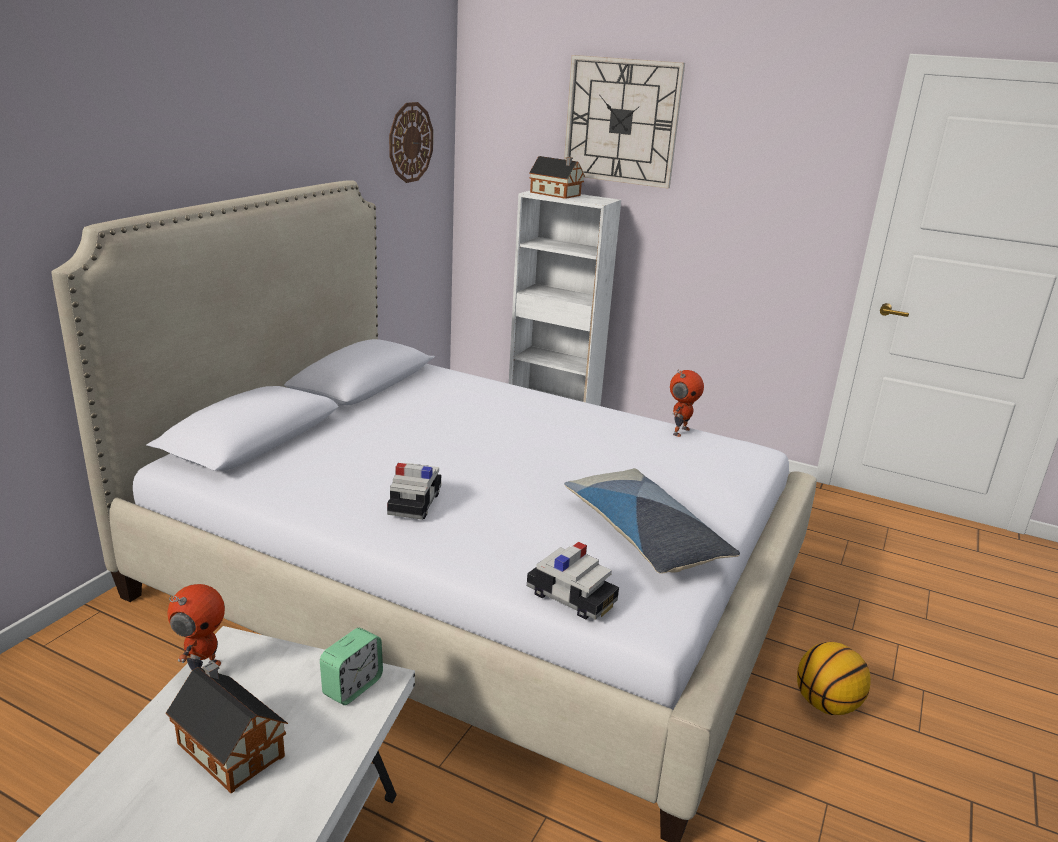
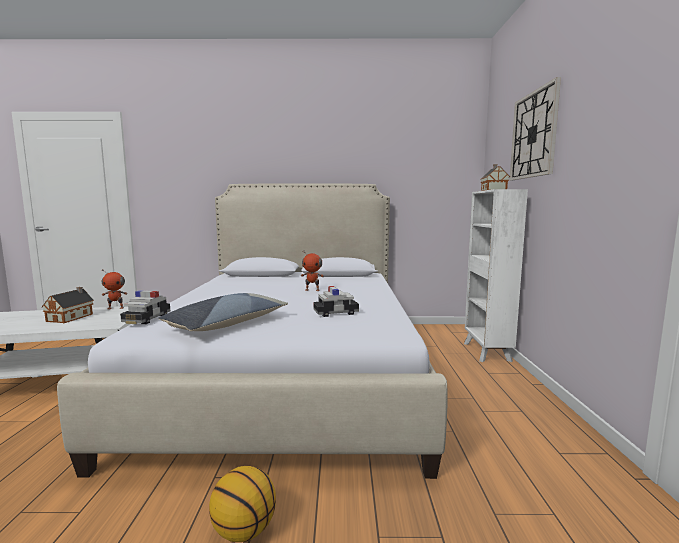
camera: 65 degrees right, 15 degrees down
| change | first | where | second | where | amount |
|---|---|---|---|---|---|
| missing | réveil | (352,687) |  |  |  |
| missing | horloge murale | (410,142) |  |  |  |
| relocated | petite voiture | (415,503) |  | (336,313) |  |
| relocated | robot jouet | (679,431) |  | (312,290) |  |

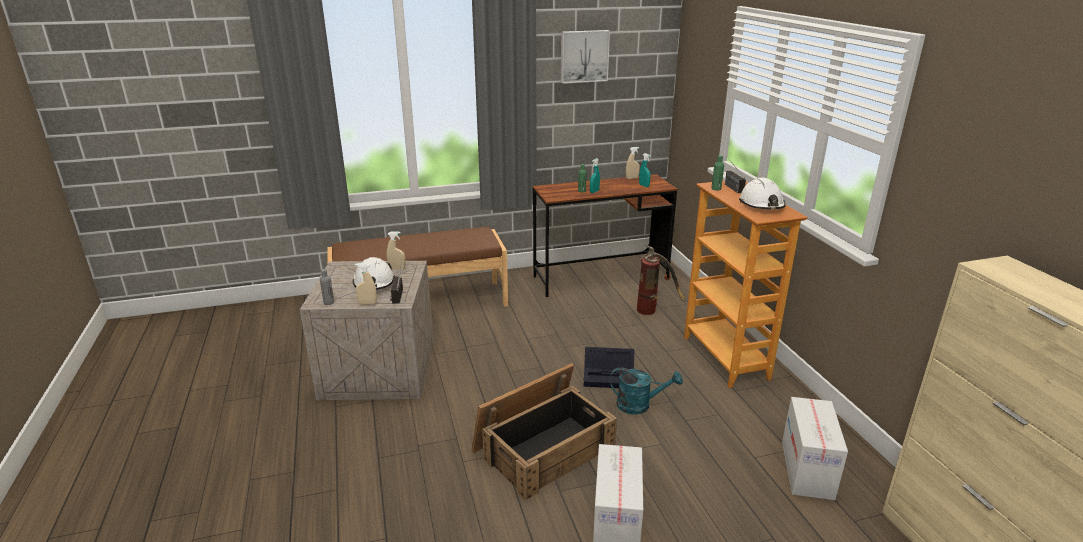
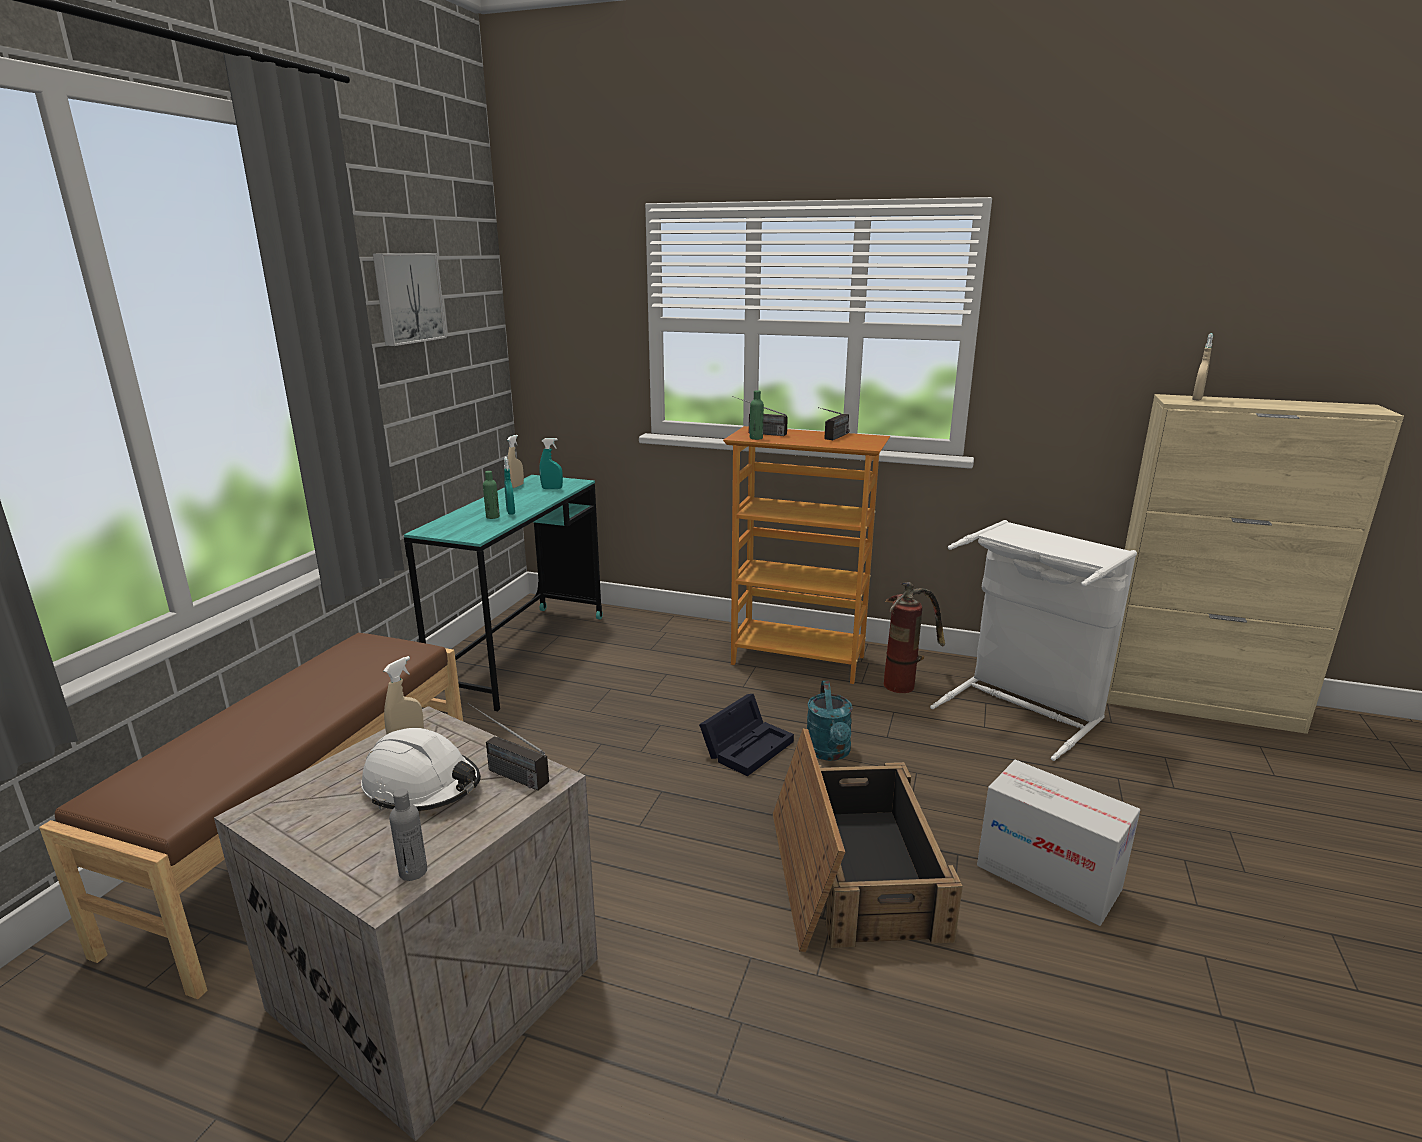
camera: 55 degrees left, 5 degrees down
| change | first | where | second | where | amount |
|---|---|---|---|---|---|
| relocated | vaporisateur (beige) | (367,304) |  | (1197,399) |  |
| relocated | extincteur | (654,310) |  | (905,681) |  |
| exchanged | casque de chantier (blanc) | (761,205) | radio | (833,438) |  |
| exchanged | carton | (807,470) | panier à linge (blanc) | (1023,708) |  |
| colour | bureau (marron) | (600,278) | bureau (turquoise) | (523,654) |  |
| spun | arrosoir (turquoise) | (639,405) |  | (829,753) | 135 degrees clockwise |

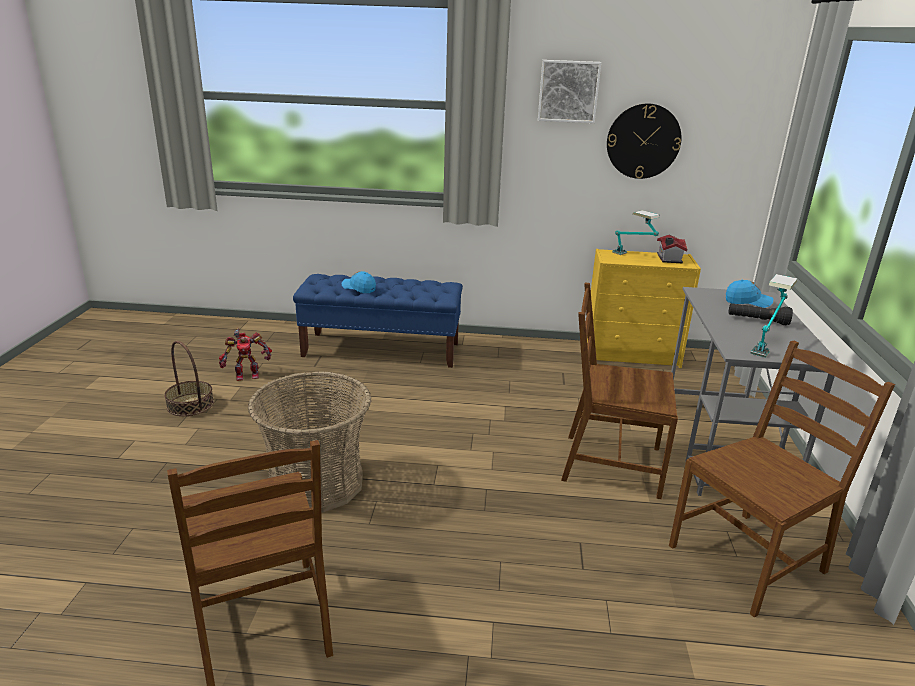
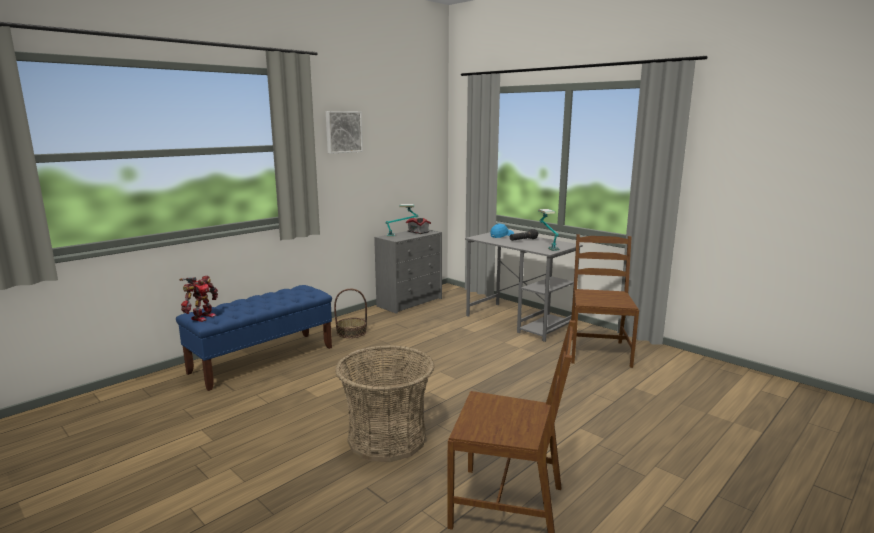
camera: 50 degrees left, 10 degrees down
| change | first | where | second | where | amount |
|---|---|---|---|---|---|
| missing | casquette (bleu) | (359,288) |  |  |  |
| missing | chaise (marron) | (610,464) |  |  |  |
| missing | horloge murale | (643,141) |  |  |  |
| relocated | panier | (190,404) |  | (351,332) |  |
| relocated | robot jouet | (247,374) |  | (202,317) |  |
| colour | commode (jaune) | (632,355) | commode (gris) | (410,302) |  |

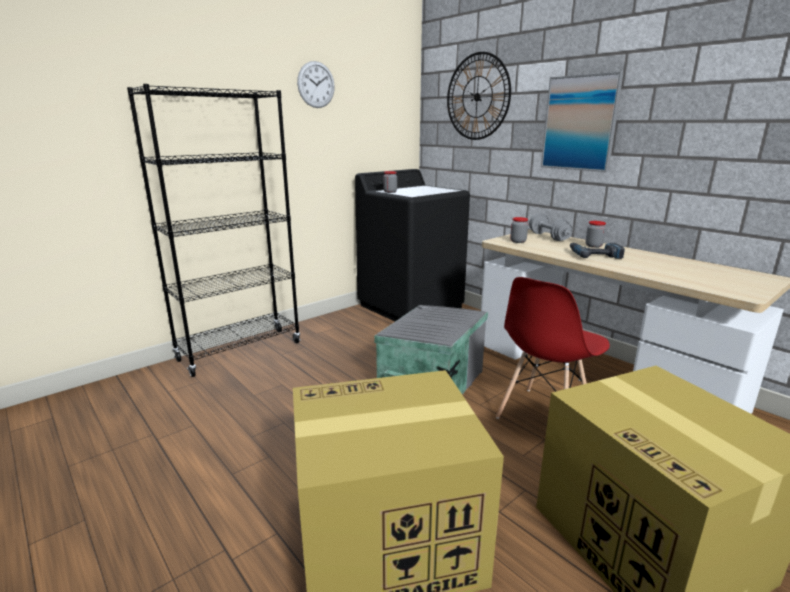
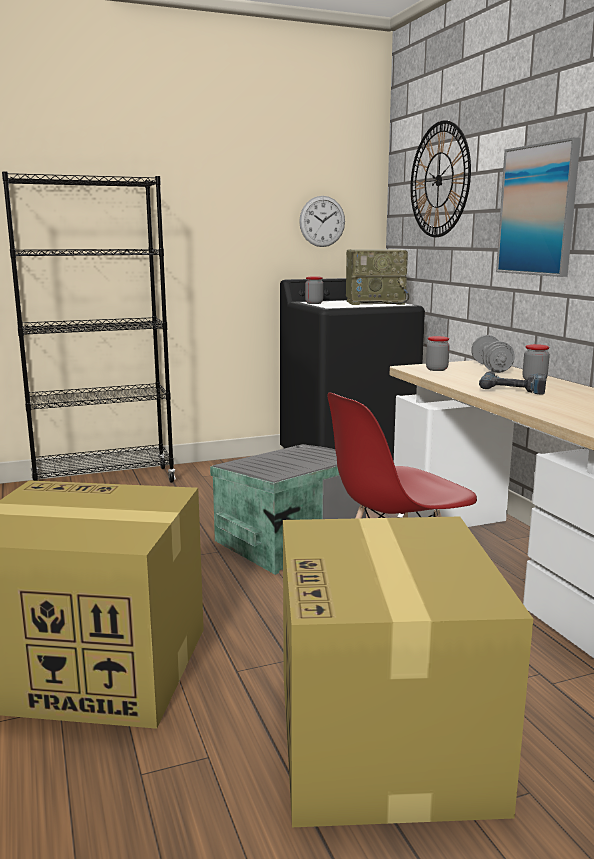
camera: 20 degrees right, 5 degrees down
| change | first | where | second | where | amount |
|---|---|---|---|---|---|
| appeared |  |  | radio | (376,302) |  |
| relocated | horloge murale | (316,85) |  | (322,221) |  |

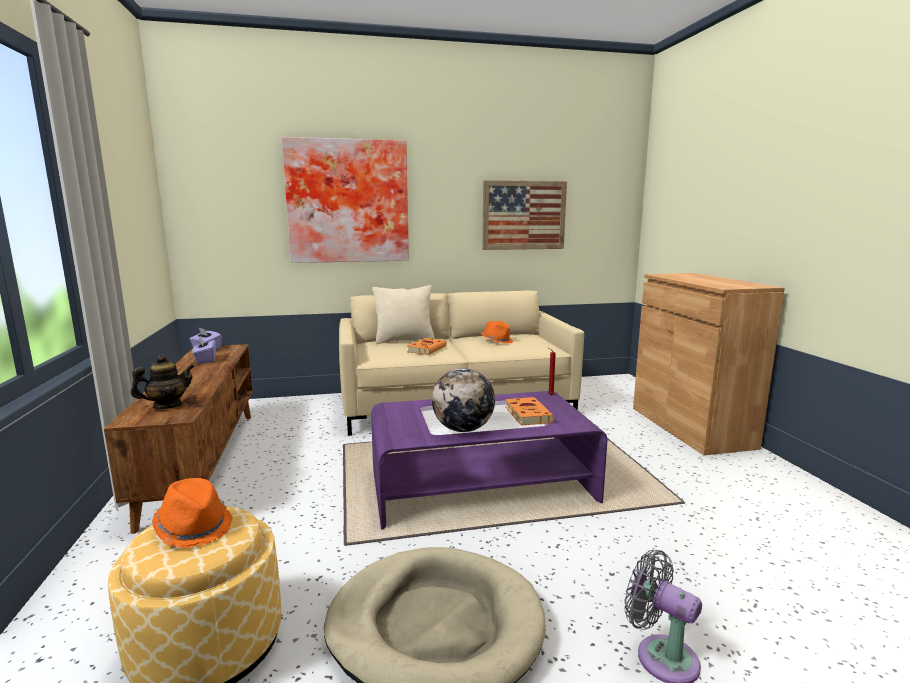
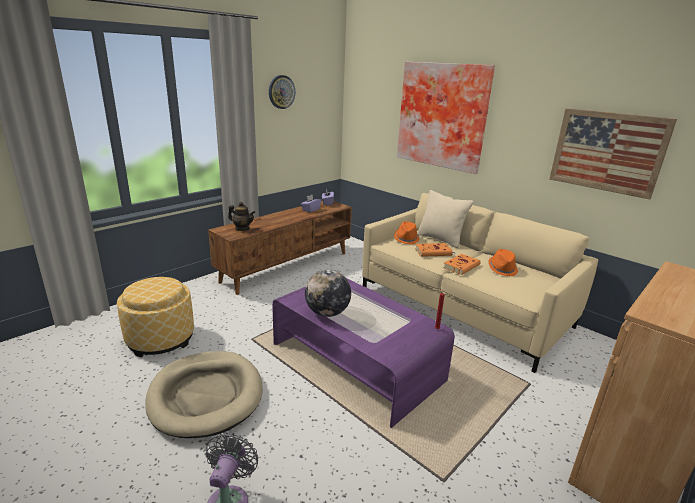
camera: 55 degrees right, 10 degrees up
| change | first | where | second | where | amount |
|---|---|---|---|---|---|
| appeared |  |  | horloge murale | (281,92) |  |
| relocated | chapeau (orange) | (194,527) |  | (406,239) |  |
| relocated | livre (orange) | (527,414) |  | (461,266) |  |

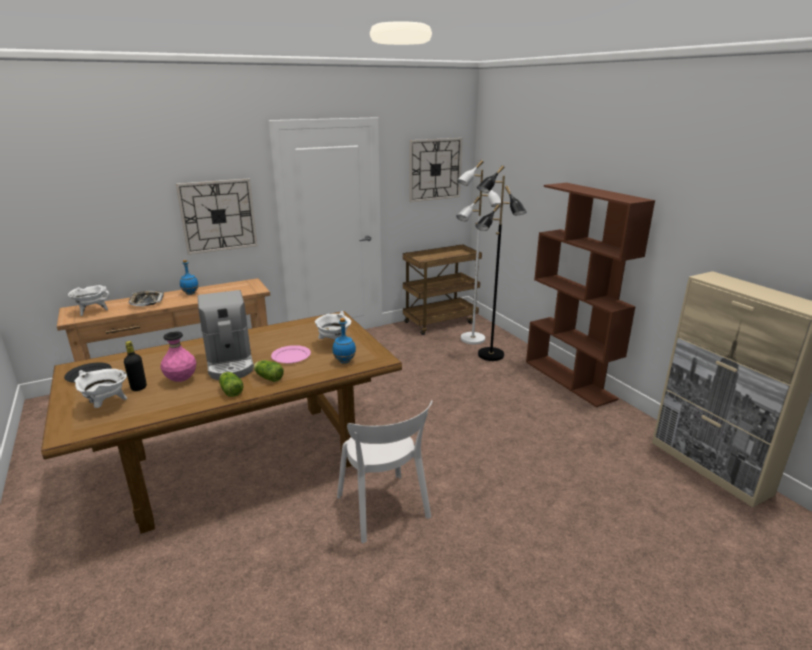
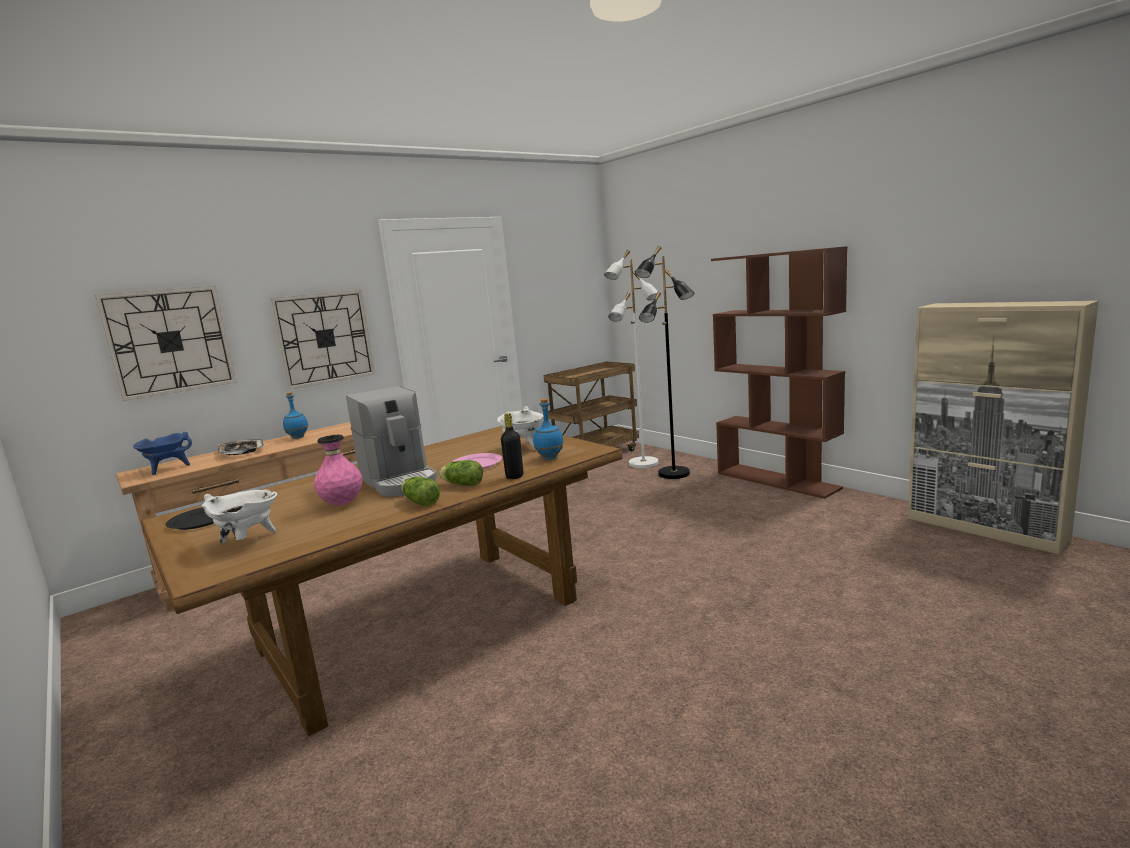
camera: 10 degrees left, 10 degrees down
| change | first | where | second | where | amount |
|---|---|---|---|---|---|
| missing | chaise (blanc) | (384,509) |  |  |  |
| relocated | bouteille (noir) | (139,388) |  | (514,476) |  |
| relocated | horloge murale | (435,169) |  | (169,341) |  |
| colour | marmite (blanc) | (92,311) | marmite (bleu) | (167,469) |  |

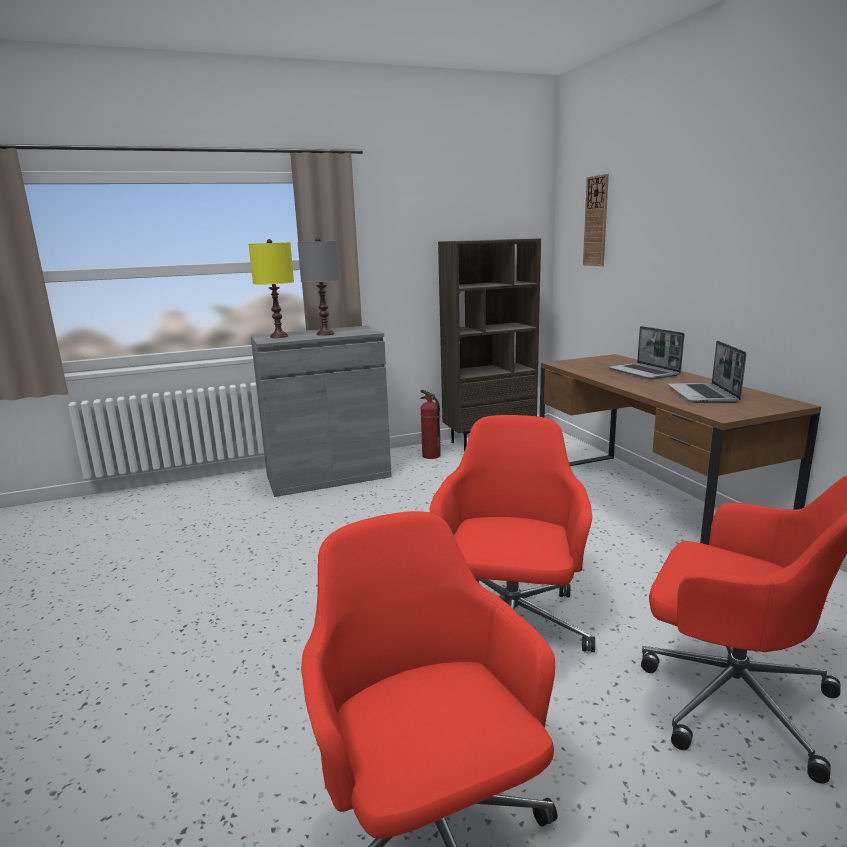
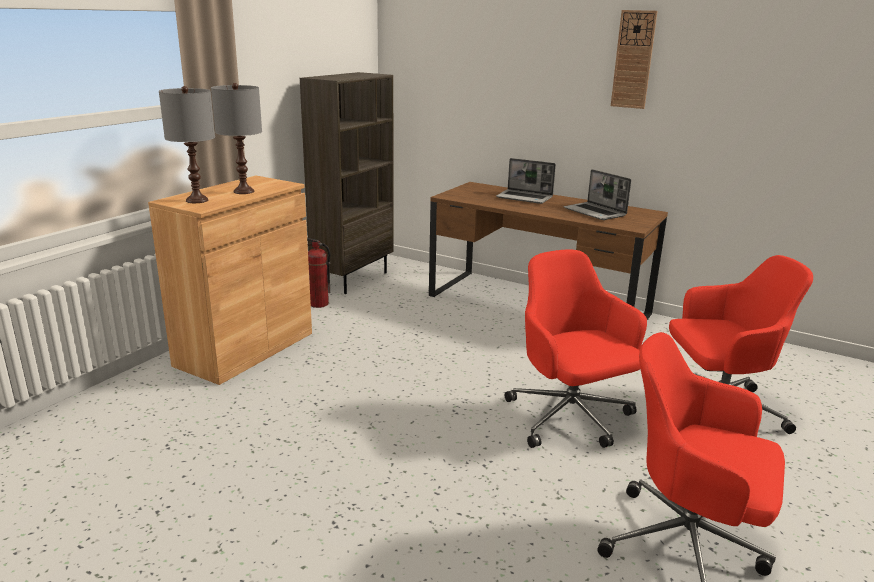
camera: 40 degrees left, 5 degrees up
| change | first | where | second | where | amount |
|---|---|---|---|---|---|
| relocated | horloge murale | (596,221) |  | (633,60) |  |
| colour | lampe de table (jaune) | (279,336) | lampe de table (gris) | (197,200) |  |
| colour | meuble de rangement (gris) | (328,476) | meuble de rangement (marron) | (245,349) |  |

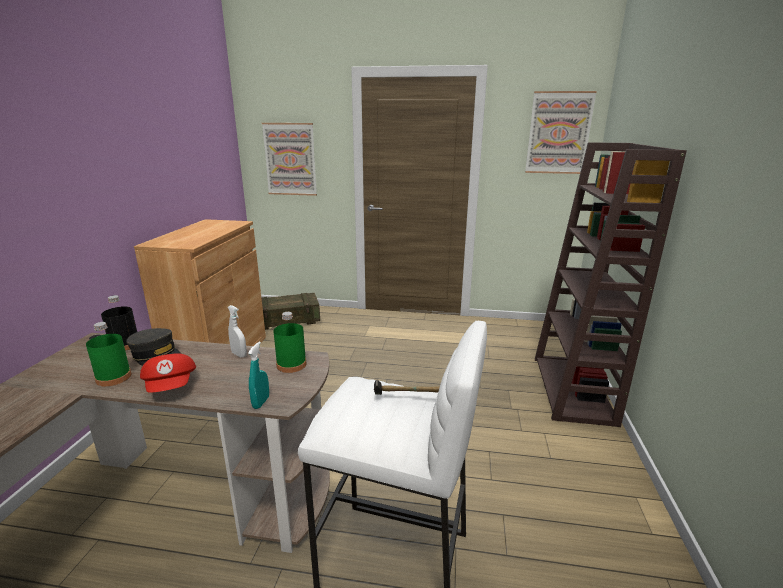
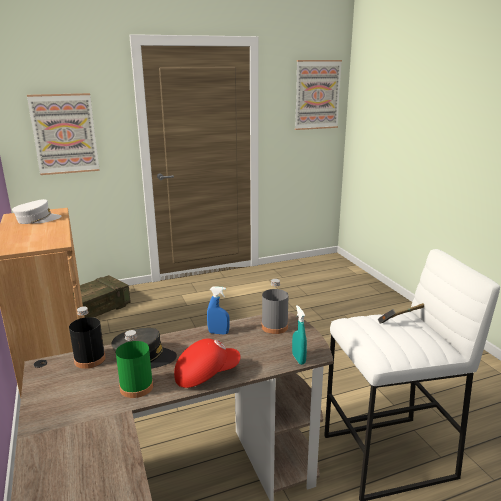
camera: 30 degrees left, 0 degrees up
| change | first | where | second | where | amount |
|---|---|---|---|---|---|
| missing | bibliothèque (marron) | (573,389) |  |  |  |
| appeared |  |  | casquette (blanc) | (37,219) |  |
| colour | vaporisateur (blanc) | (239,354) | vaporisateur (bleu) | (218,333) |  |
| colour | bouteille (vert) | (291,365) | bouteille (gris) | (274,327) |  |
| spun | casquette (rouge) | (172,386) |  | (206,374) | 60 degrees counterclockwise |

